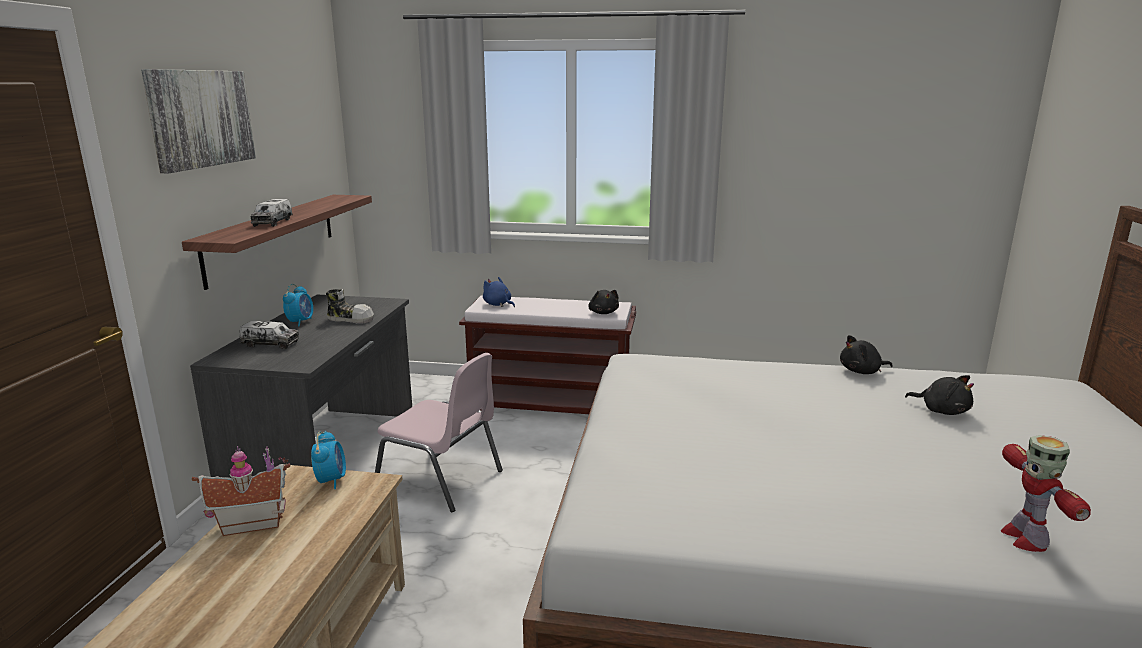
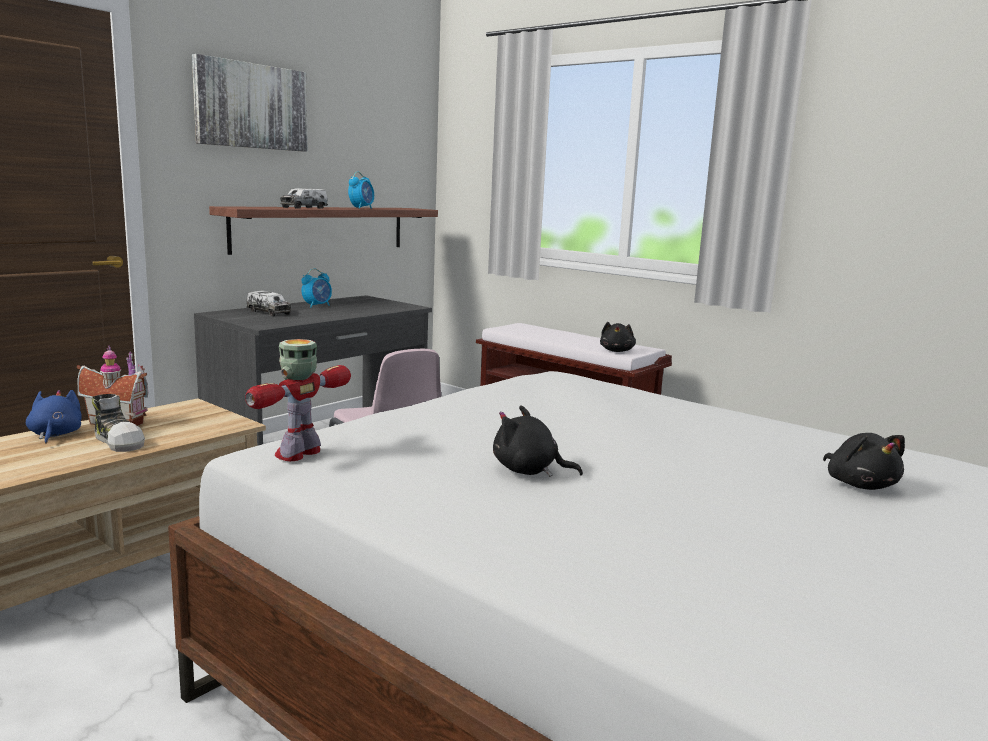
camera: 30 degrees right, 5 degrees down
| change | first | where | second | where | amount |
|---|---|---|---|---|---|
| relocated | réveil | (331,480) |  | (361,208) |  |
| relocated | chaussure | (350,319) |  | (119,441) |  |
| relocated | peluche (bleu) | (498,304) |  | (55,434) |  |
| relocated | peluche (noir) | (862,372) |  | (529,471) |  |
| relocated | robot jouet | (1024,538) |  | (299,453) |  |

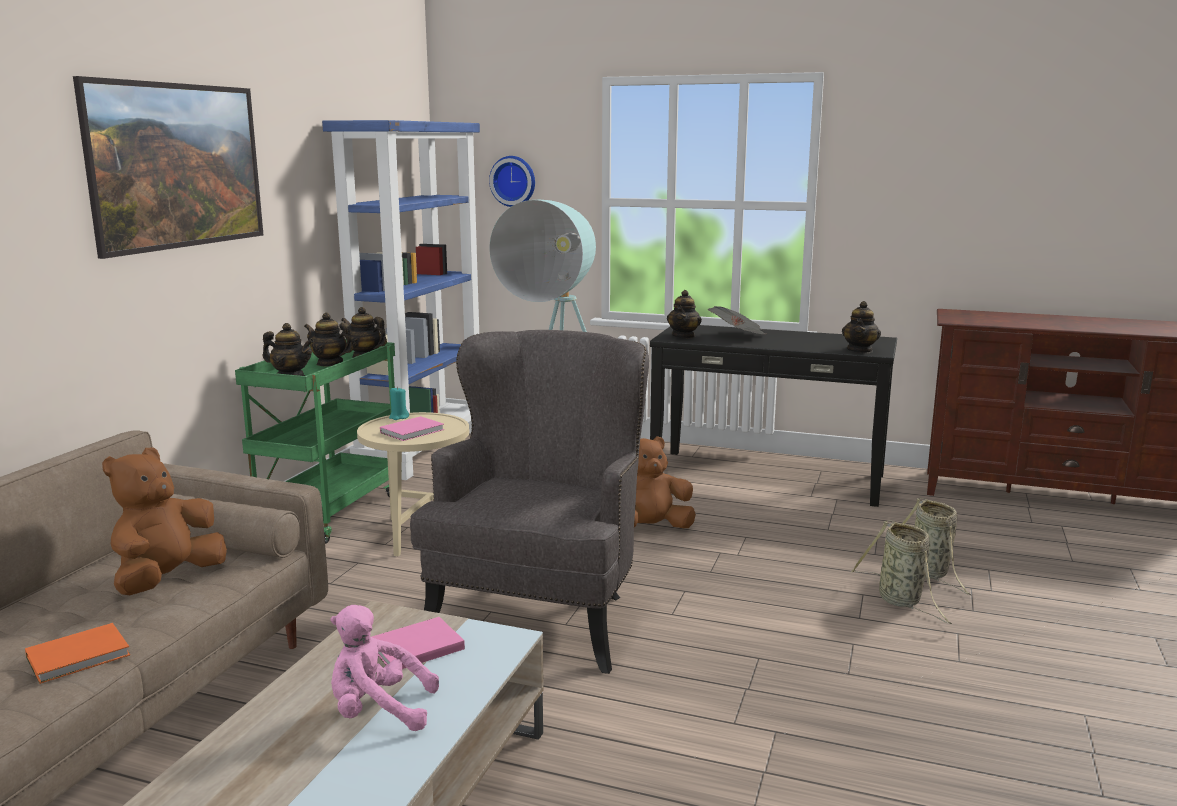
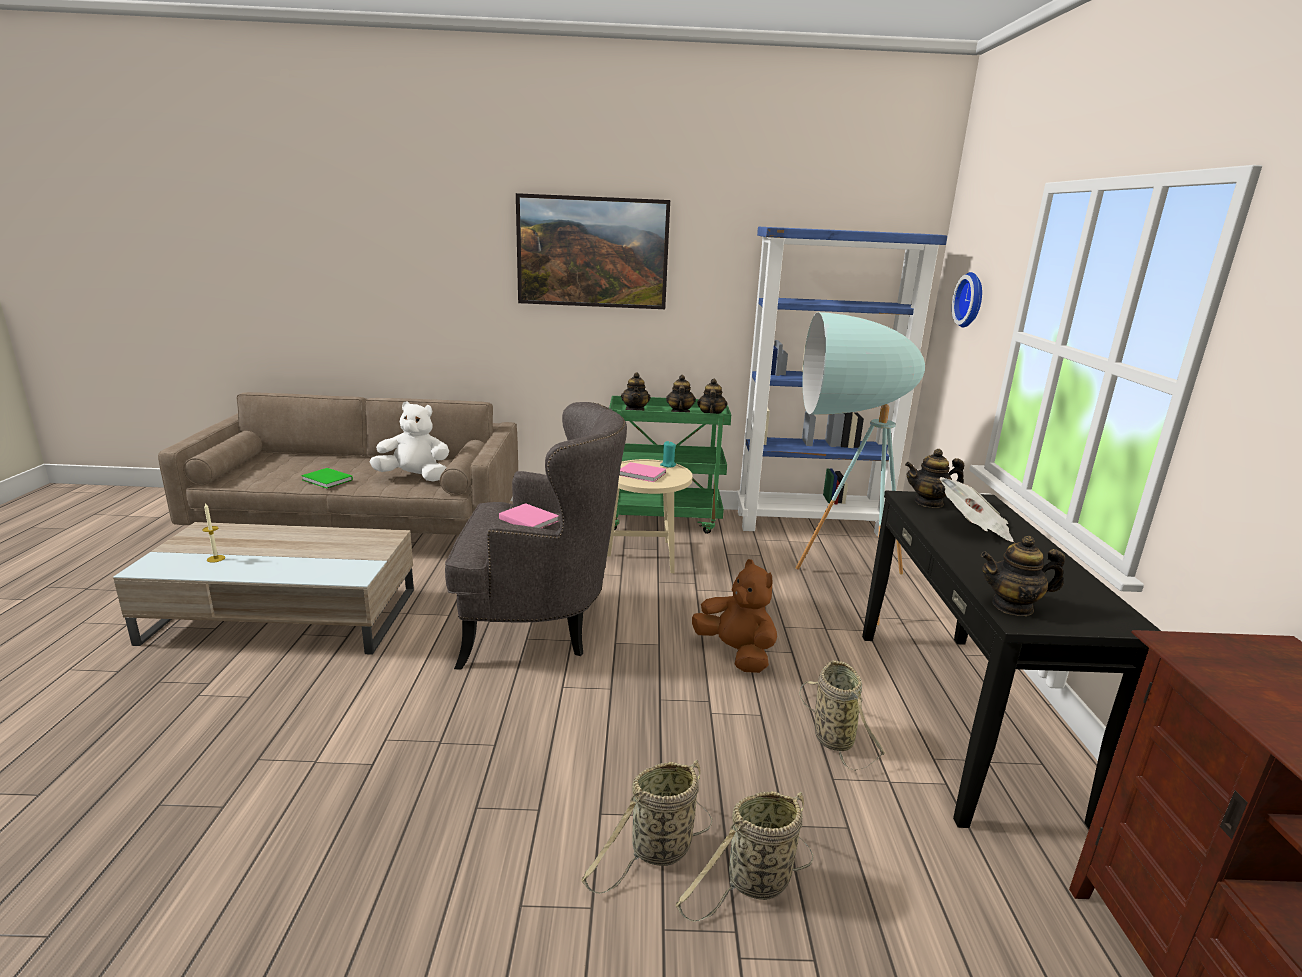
camera: 70 degrees right, 5 degrees up
| change | first | where | second | where | amount |
|---|---|---|---|---|---|
| missing | peluche (rose) | (378,711) |  |  |  |
| appeared |  |  | bougie | (216,558) |  |
| appeared |  |  | panier | (831,736) |  |
| relocated | livre (rose) | (414,647) |  | (528,519) |  |
| colour | livre (orange) | (81,656) | livre (vert) | (327,480) |  |
| colour | peluche (marron) | (168,580) | peluche (blanc) | (415,477) |  |

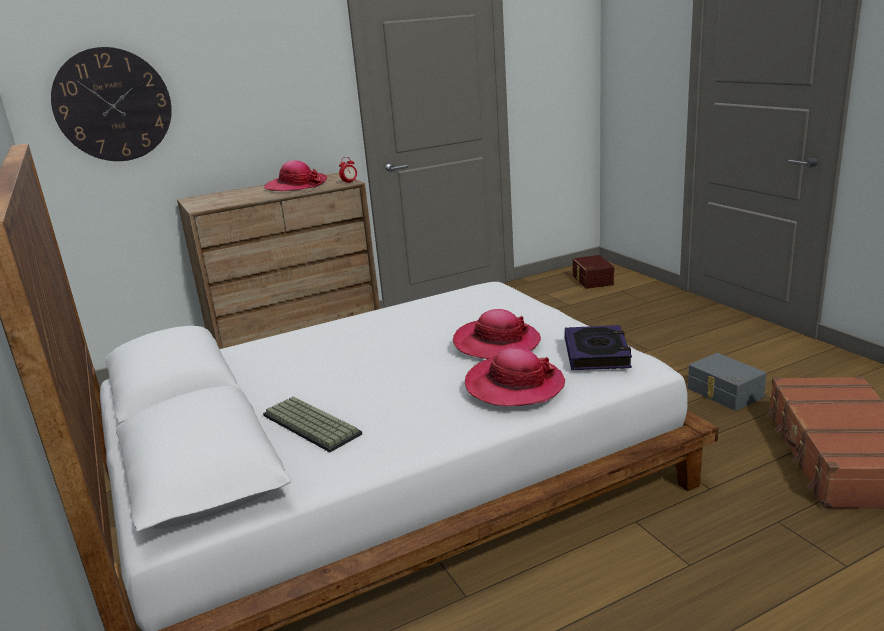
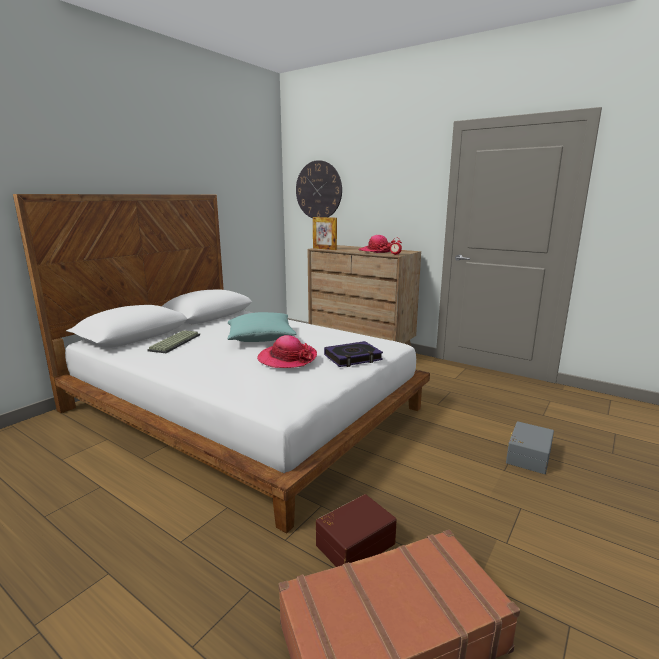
camera: 60 degrees right, 5 degrees down
| change | first | where | second | where | amount |
|---|---|---|---|---|---|
| missing | chapeau | (514,385) |  |  |  |
| appeared |  |  | coussin (turquoise) | (260,338) |  |
| appeared |  |  | cadre photo | (324,249) |  |
| relocated | livre | (597,353) |  | (353,358) |  |
| relocated | boîte de rangement (marron) | (591,280) |  | (354,543) |  |
| relocated | boîte de rangement (gris) | (724,393) |  | (527,456) |  |

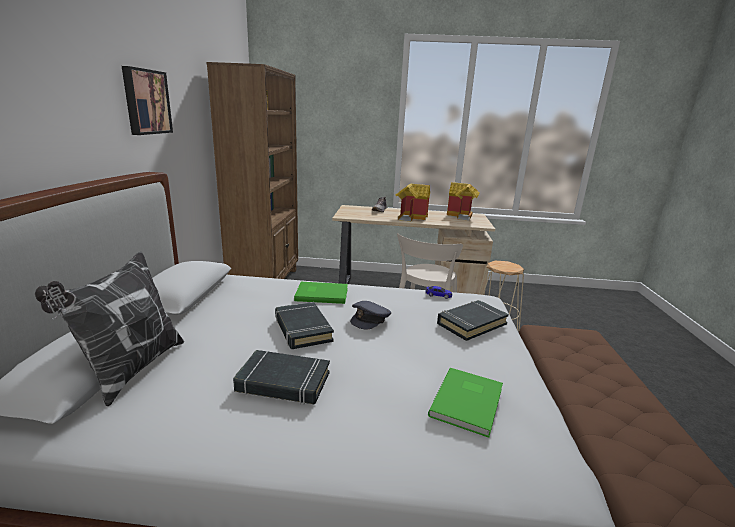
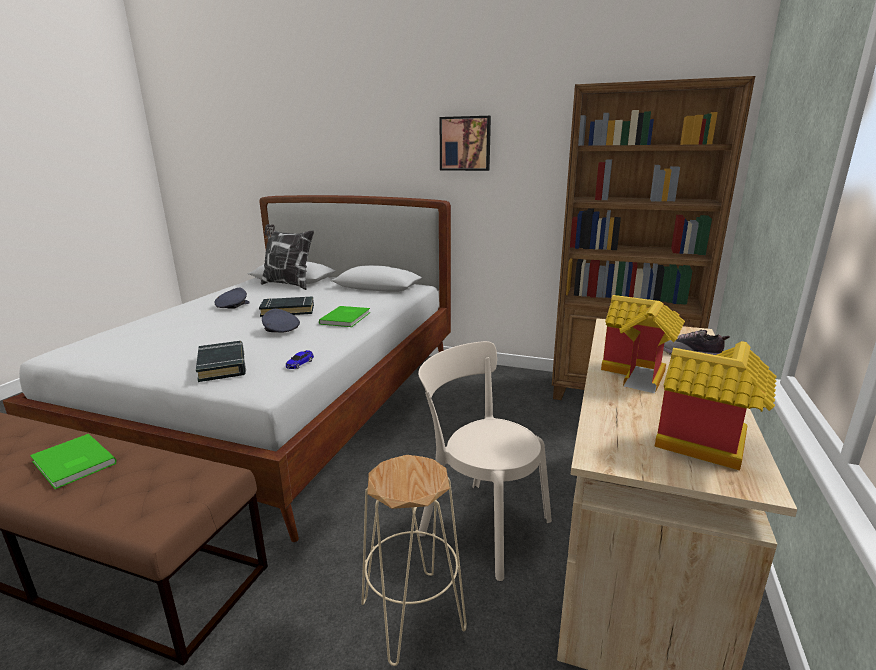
camera: 105 degrees right, 0 degrees up
| change | first | where | second | where | amount |
|---|---|---|---|---|---|
| relocated | livre (vert) | (469,402) |  | (72,464) |  |
| exchanged | livre (noir) | (283,382) | casquette (gris) | (232,306) |  |

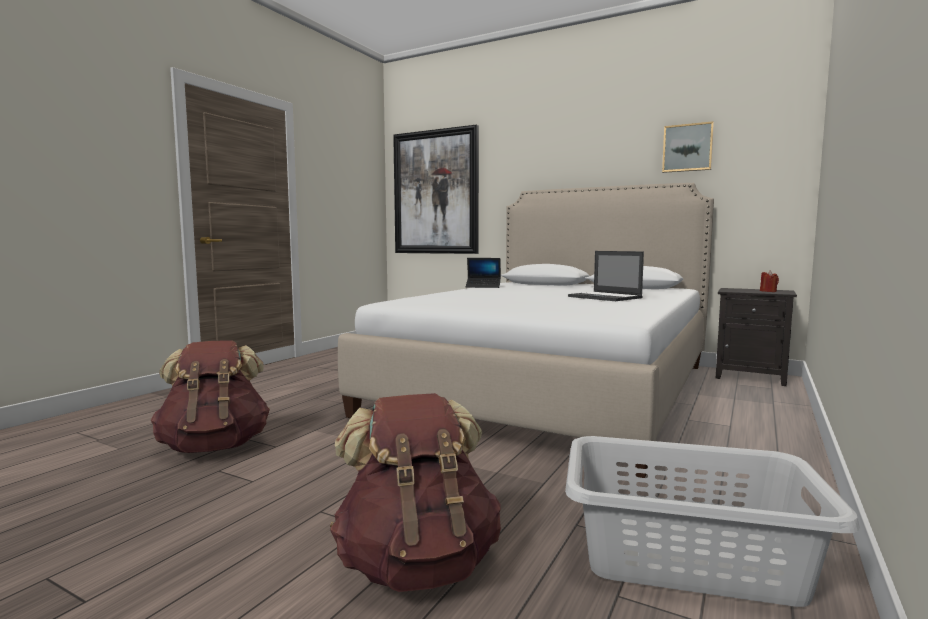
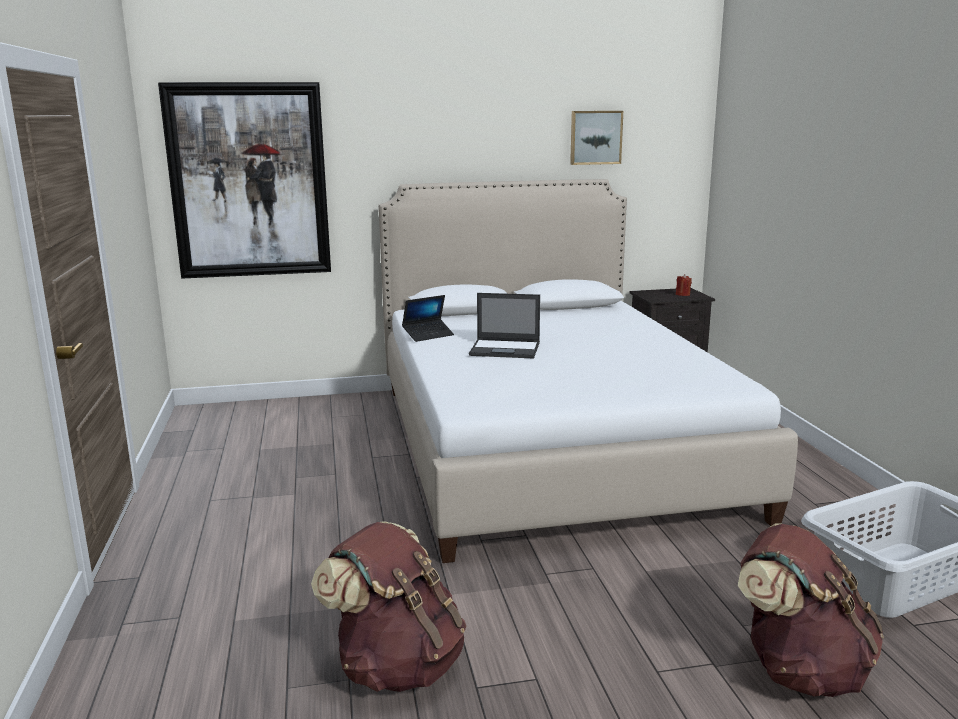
camera: 40 degrees left, 10 degrees up
| change | first | where | second | where | amount |
|---|---|---|---|---|---|
| relocated | ordinateur portable | (605,297) |  | (506,349) |  |

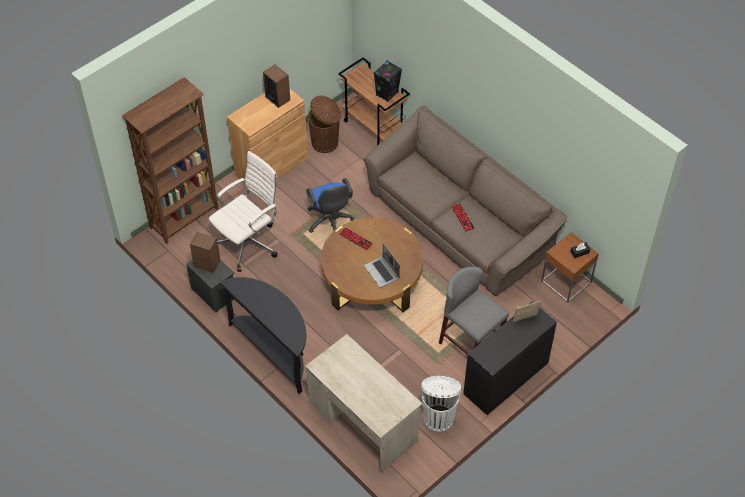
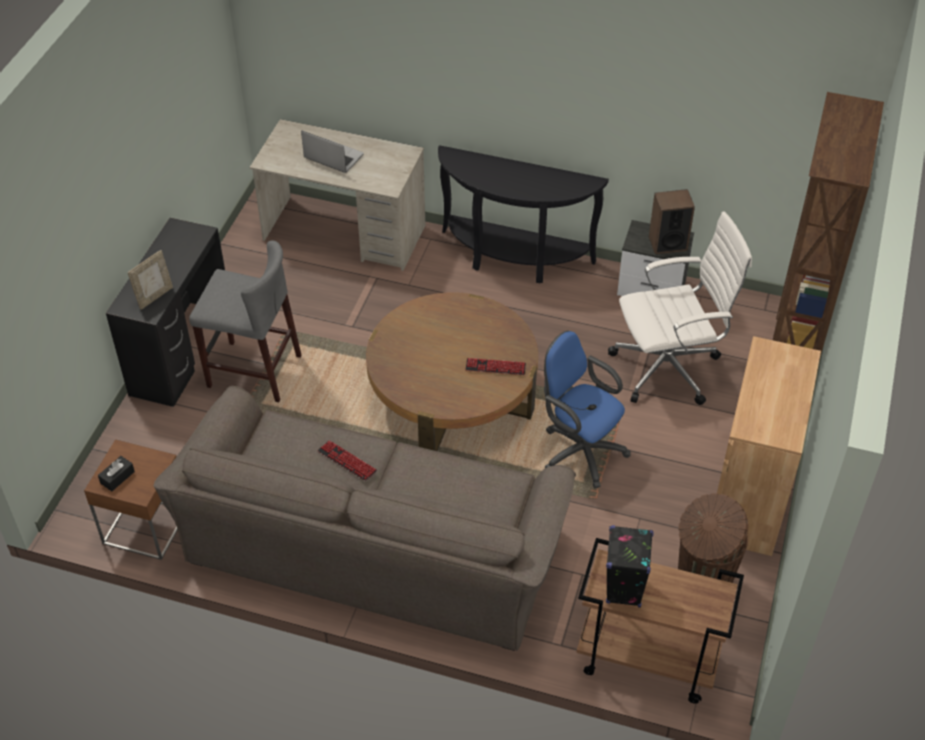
camera: 150 degrees right, 5 degrees down
| change | first | where | second | where | amount |
|---|---|---|---|---|---|
| missing | enceinte | (277,98) |  |  |  |
| missing | poubelle (blanc) | (438,417) |  |  |  |
| relocated | ordinateur portable | (382,272) |  | (332,157) |  |
| spun | chaise de bureau (blanc) | (248,243) |  | (669,367) | 120 degrees counterclockwise |

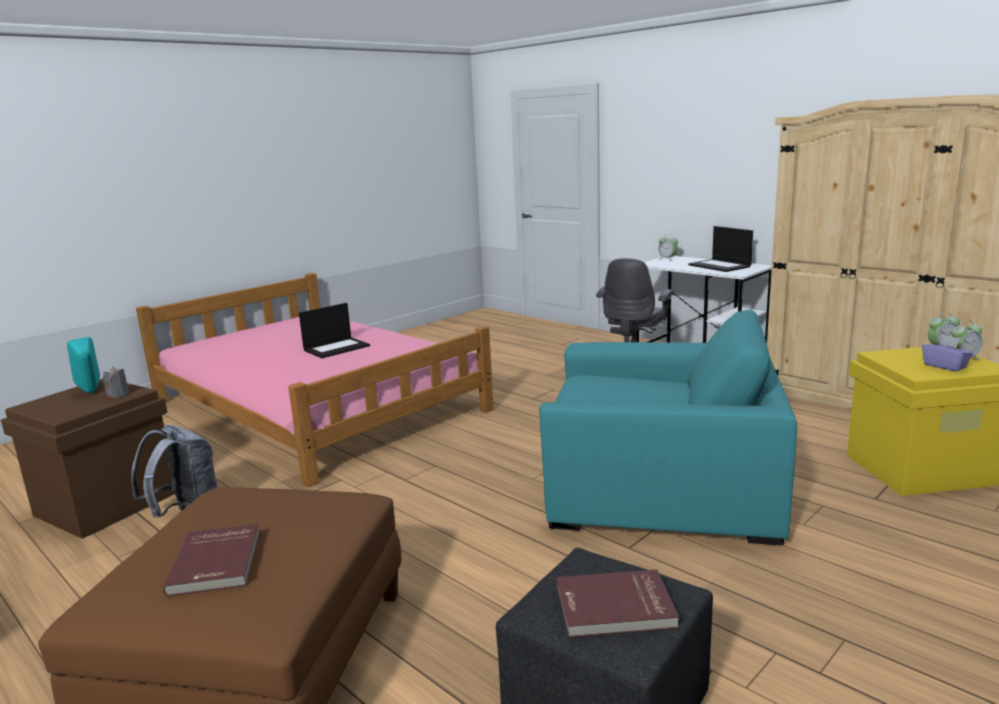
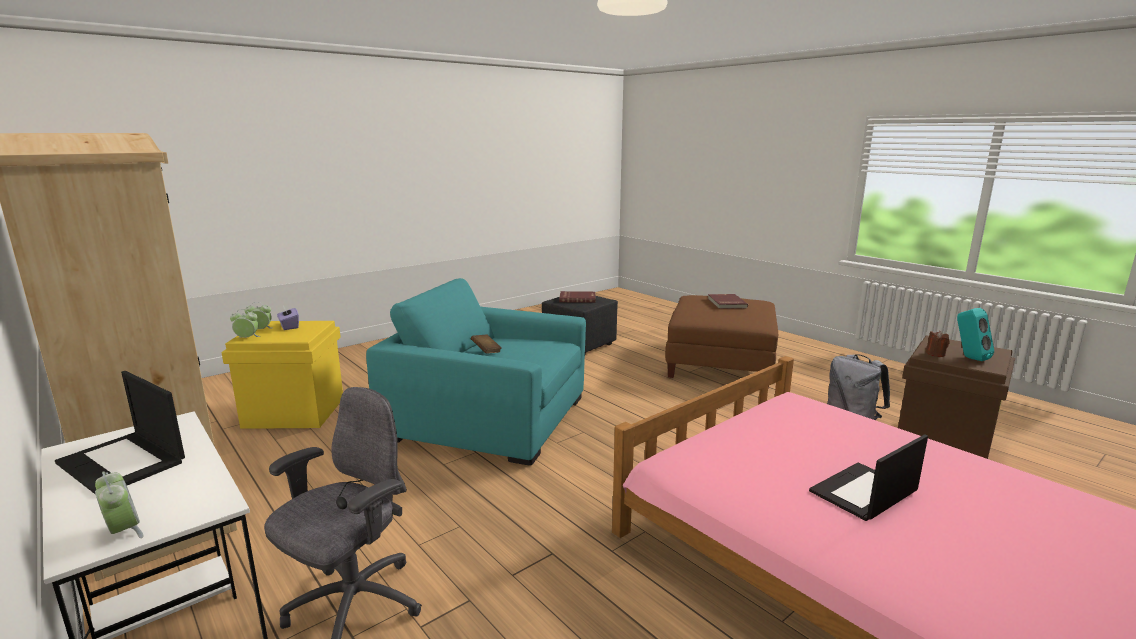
camera: 175 degrees left, 0 degrees up
| change | first | where | second | where | amount |
|---|---|---|---|---|---|
| appeared |  |  | livre (marron) | (486,351) |  |
| colour | bougie (gris) | (118,394) | bougie (marron) | (935,354) |  |
| spun | ordinateur portable | (720,266) |  | (123,462) | 150 degrees clockwise |

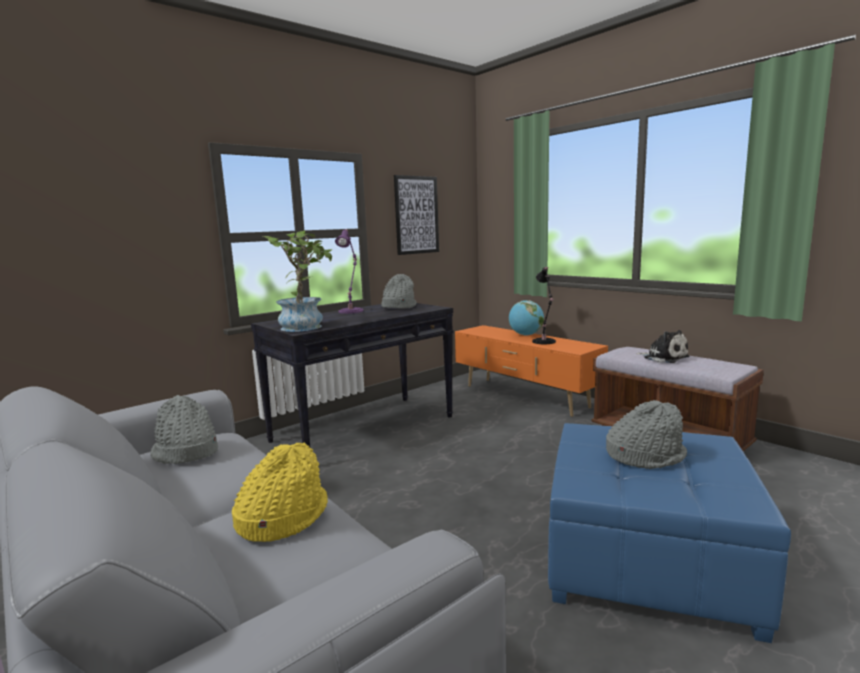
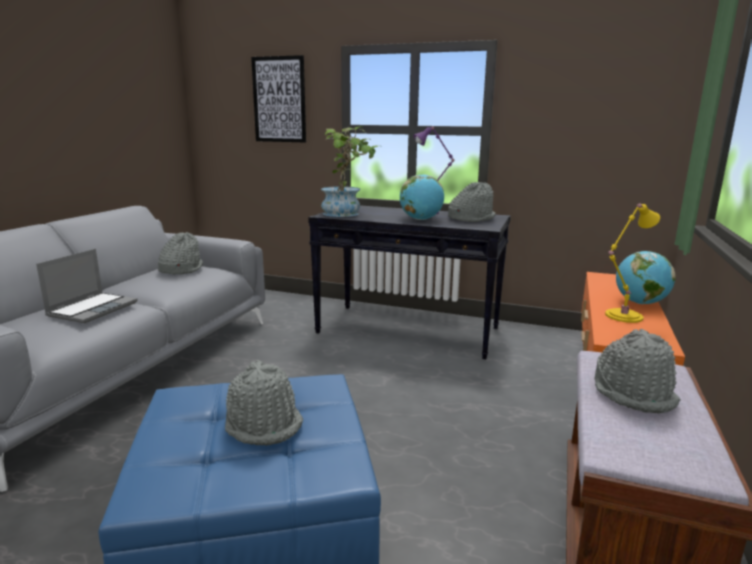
camera: 60 degrees right, 5 degrees up
| change | first | where | second | where | amount |
|---|---|---|---|---|---|
| appeared |  |  | globe | (421,219) |  |
| relocated | tableau | (416,215) |  | (279,100) |  |
| exchanged | chapeau (jaune) | (282,517) | ordinateur portable | (93,309) |  |
| exchanged | peluche | (664,358) | chapeau (gris) | (634,393) |  |
| colour | lampe de table (noir) | (544,342) | lampe de table (jaune) | (621,316) |  |

